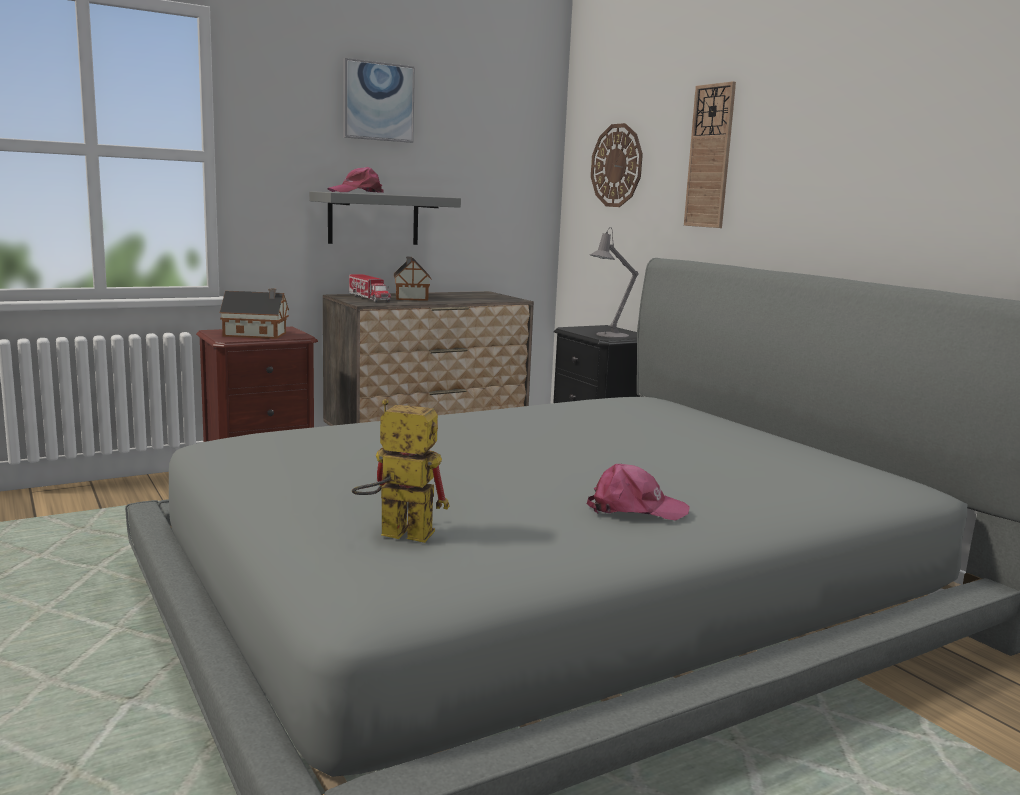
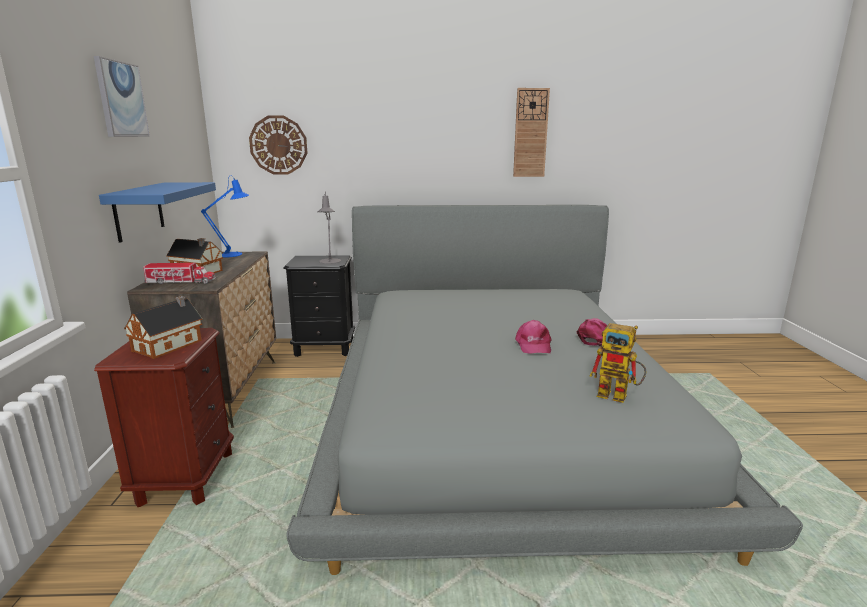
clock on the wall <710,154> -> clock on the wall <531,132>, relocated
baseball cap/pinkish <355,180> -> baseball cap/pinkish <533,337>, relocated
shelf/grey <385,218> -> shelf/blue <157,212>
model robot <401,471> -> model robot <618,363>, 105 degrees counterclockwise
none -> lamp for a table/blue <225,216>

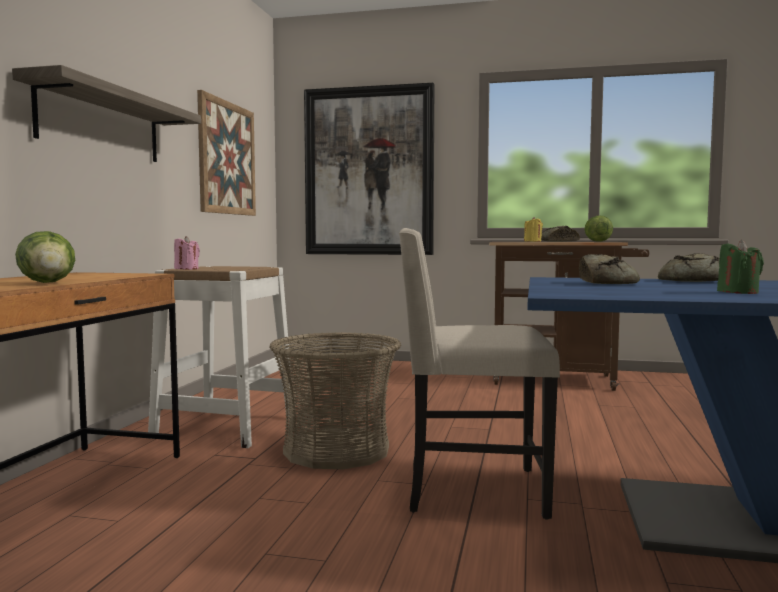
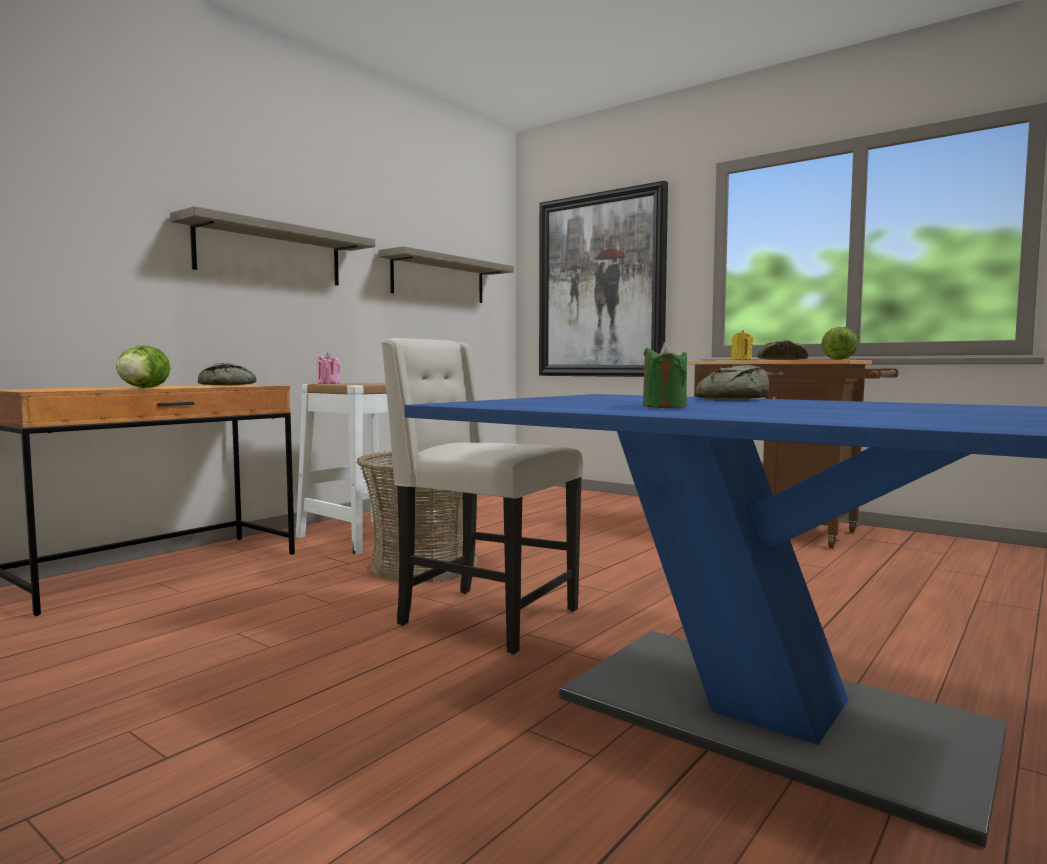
wall art <226,153> -> shelf <446,274>
bakery bread <609,269> -> bakery bread <227,374>, relocated

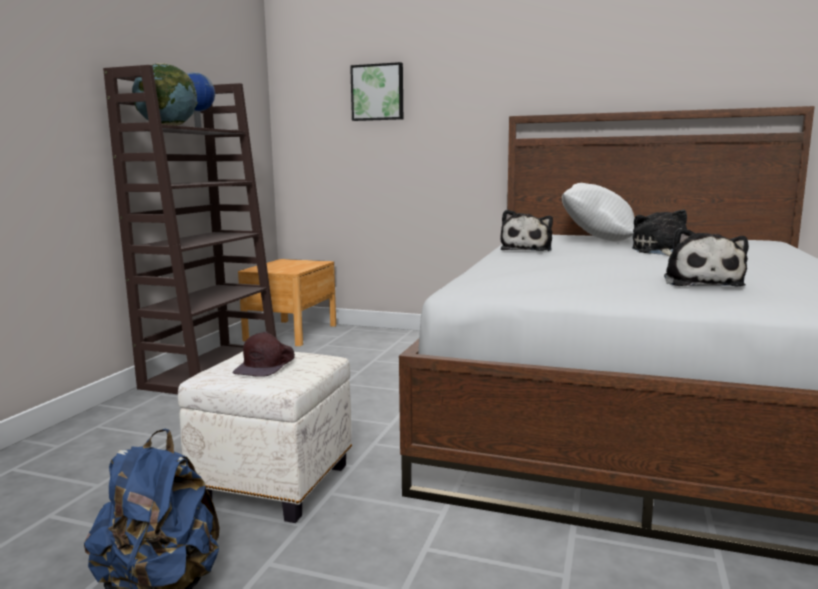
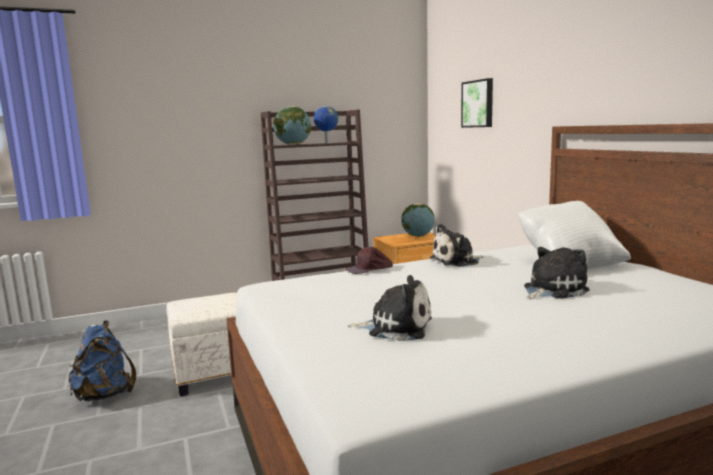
cuddly toy <706,257> -> cuddly toy <390,308>, 135 degrees counterclockwise
baseball cap/brownish <264,354> -> baseball cap/brownish <369,260>, relocated
none -> desk globe <418,220>

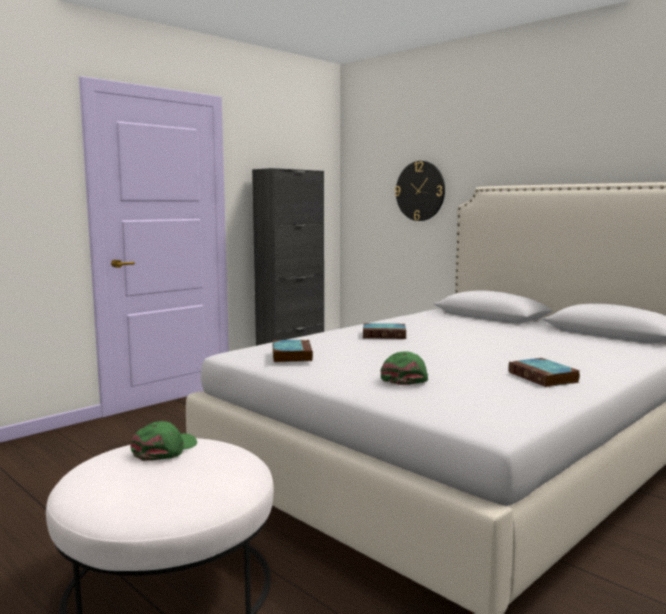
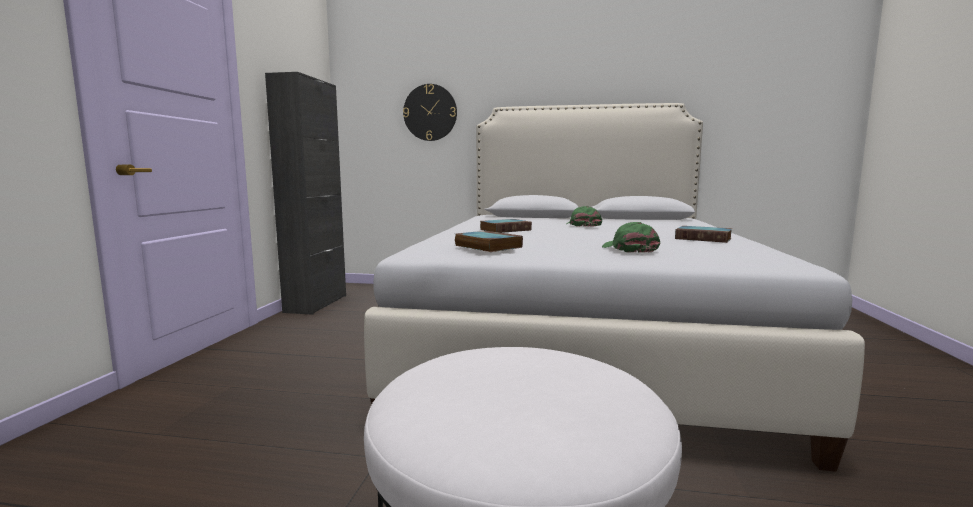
baseball cap/green <163,441> -> baseball cap/green <584,216>, relocated

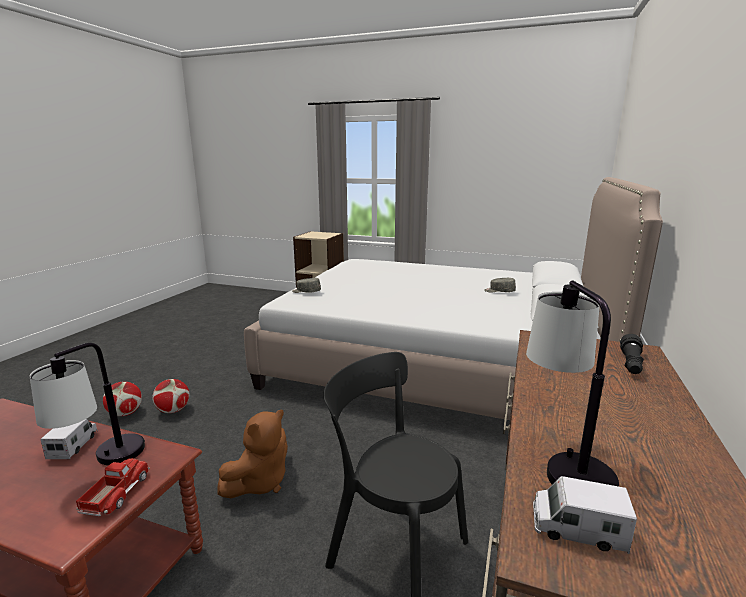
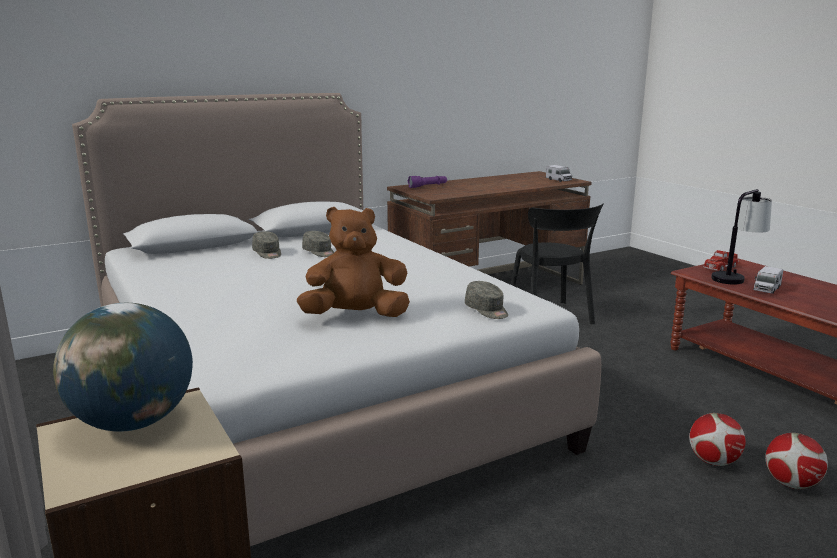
lamp for a table <572,383> -> none
flashlight/blackish <632,354> -> flashlight/purple <427,182>
cuddly toy/brownish <252,454> -> cuddly toy/brownish <353,262>, relocated
none -> baseball cap/grey <318,244>
none -> desk globe <123,367>

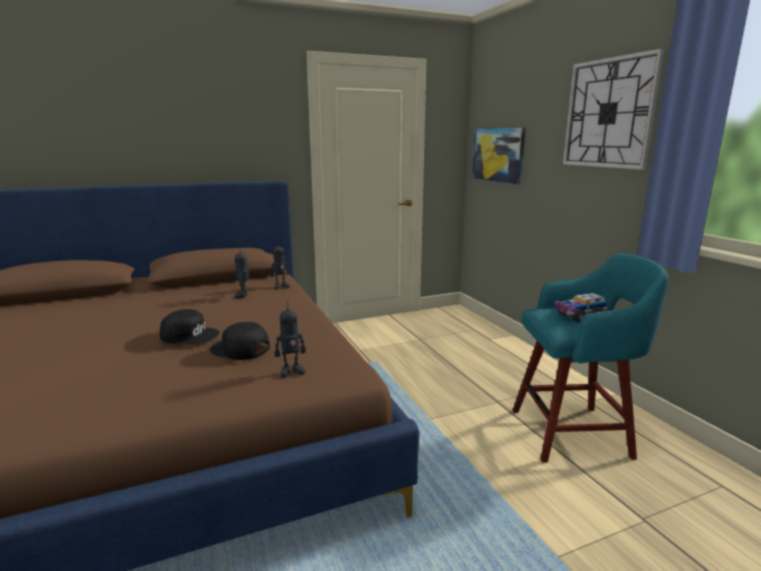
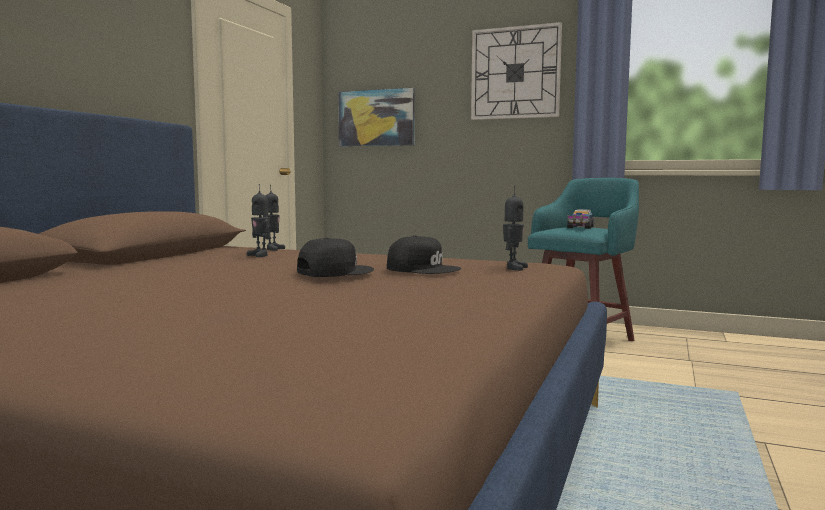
baseball cap/blackish <240,341> -> baseball cap/blackish <424,254>, 135 degrees counterclockwise

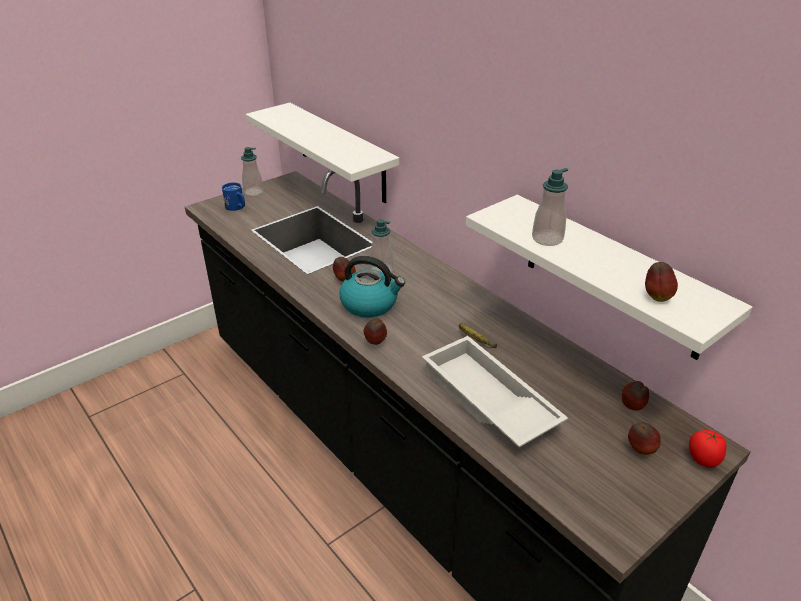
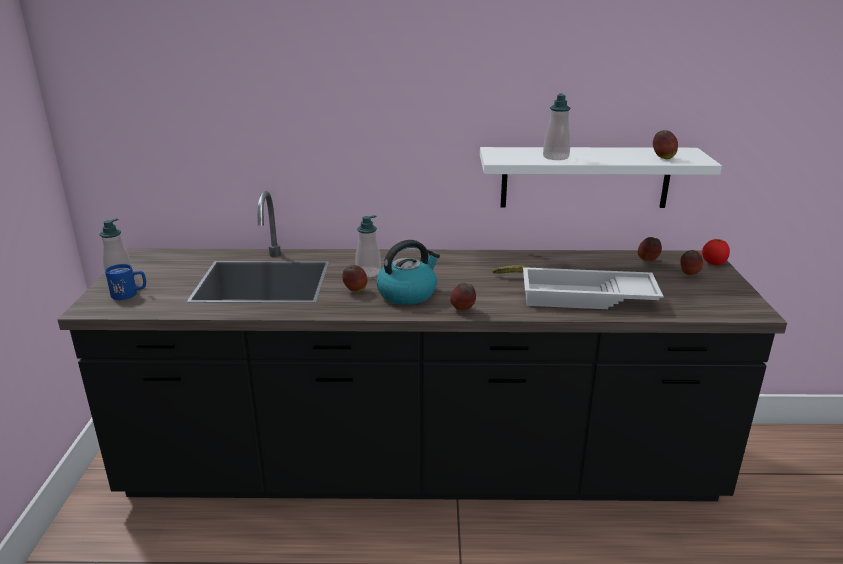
shelf/whitish <322,153> -> none

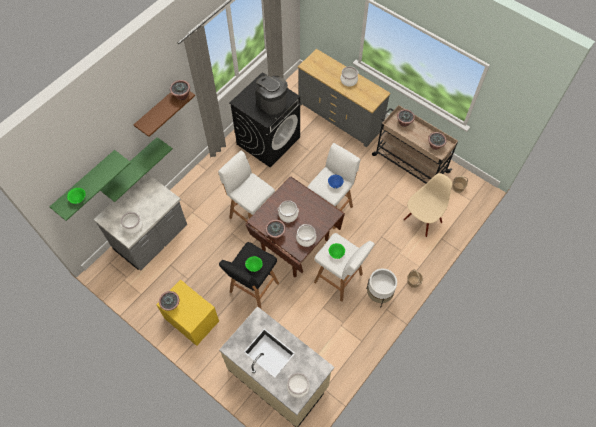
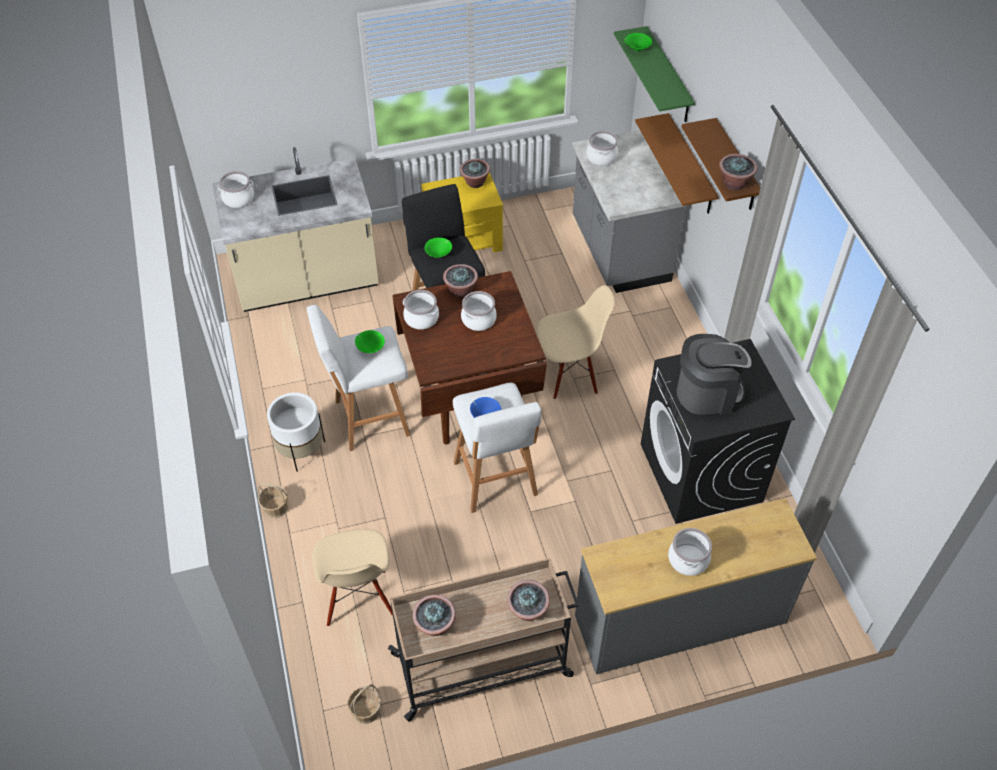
shelf/green <136,169> -> shelf/brownish <677,163>
stool/whitish <246,193> -> upright chair/beige <575,342>

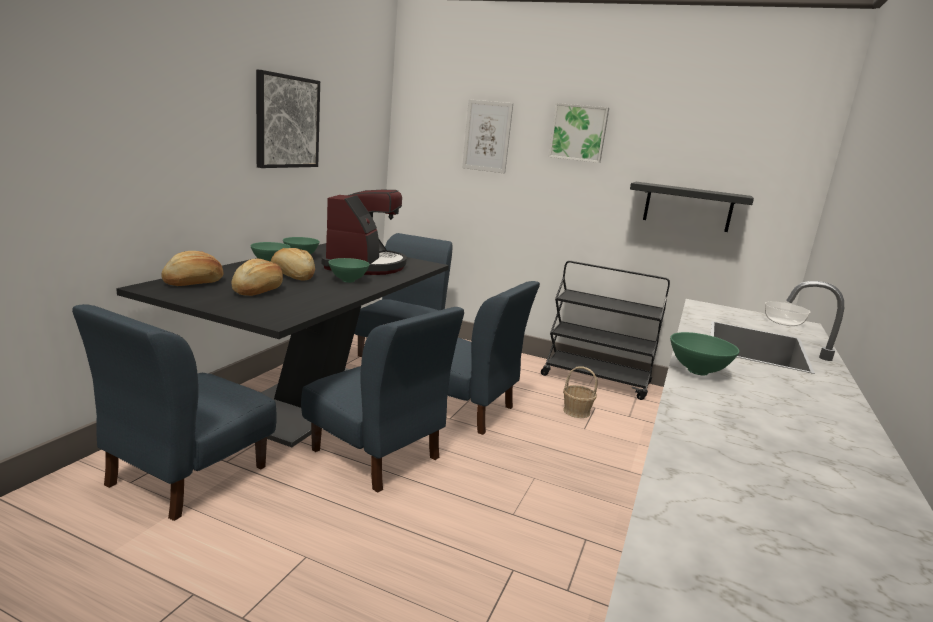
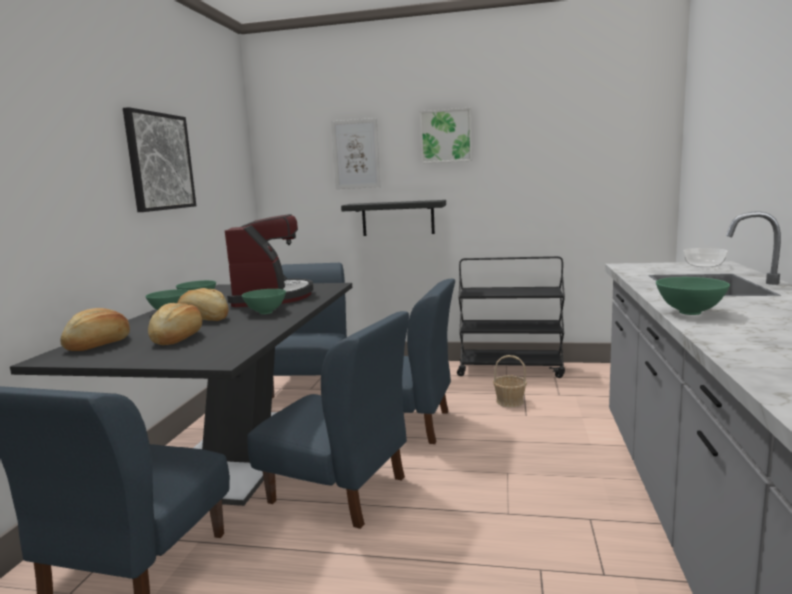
shelf/blackish <692,207> -> shelf/blackish <393,218>, relocated

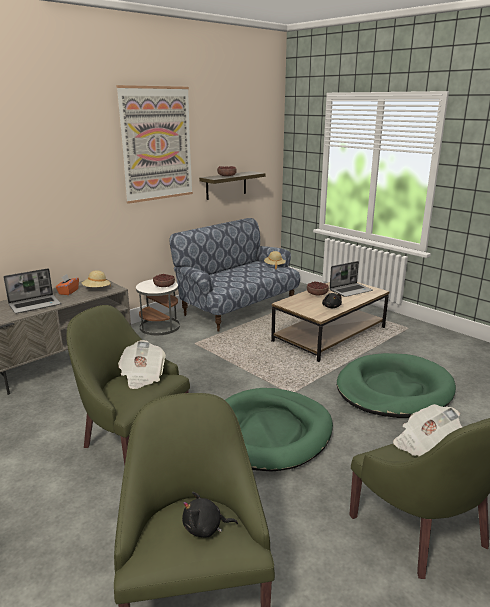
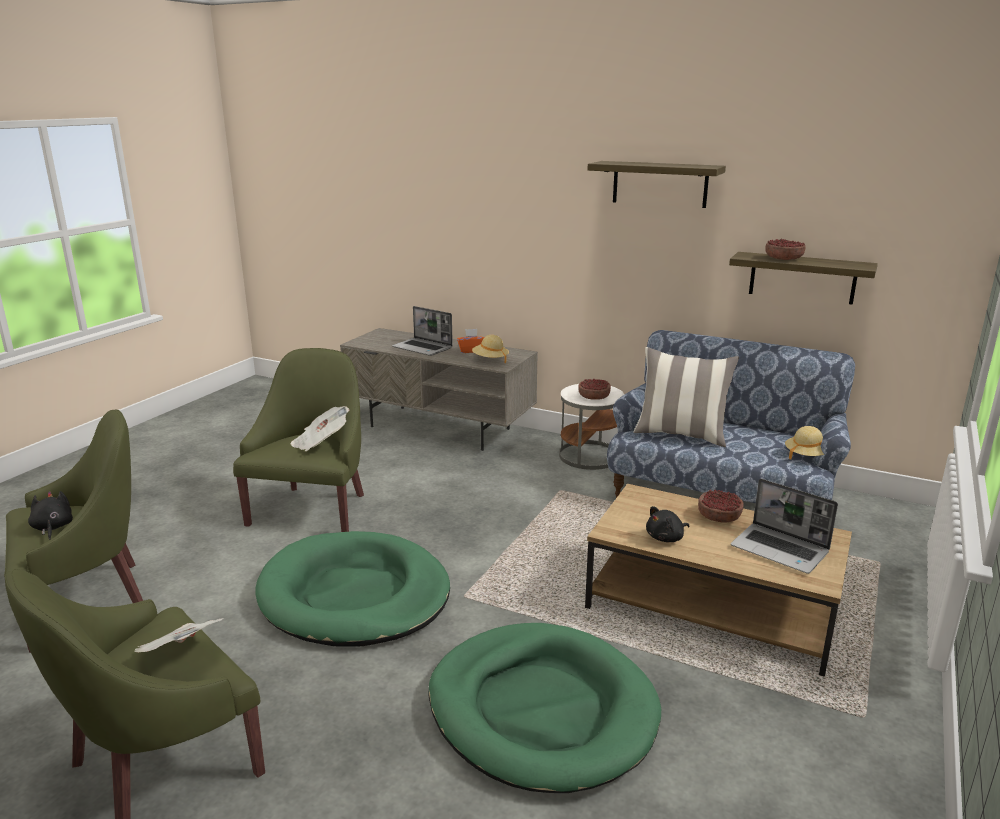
wall art <154,144> -> shelf <656,184>
none -> throw pillow <686,397>

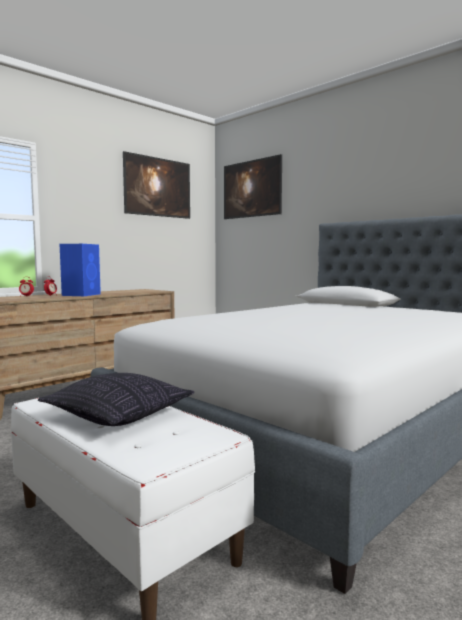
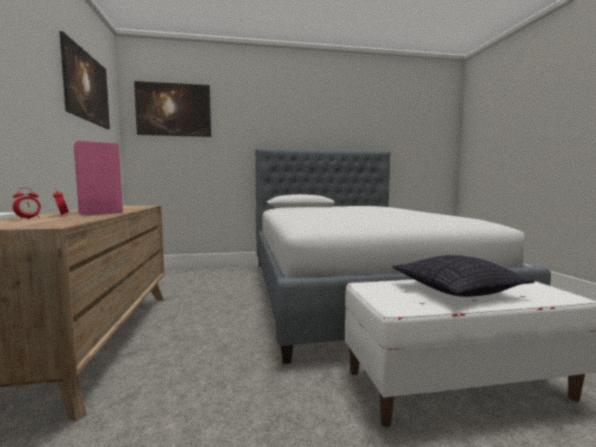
audio speaker/blue <80,270> -> audio speaker/pinkish <98,178>

